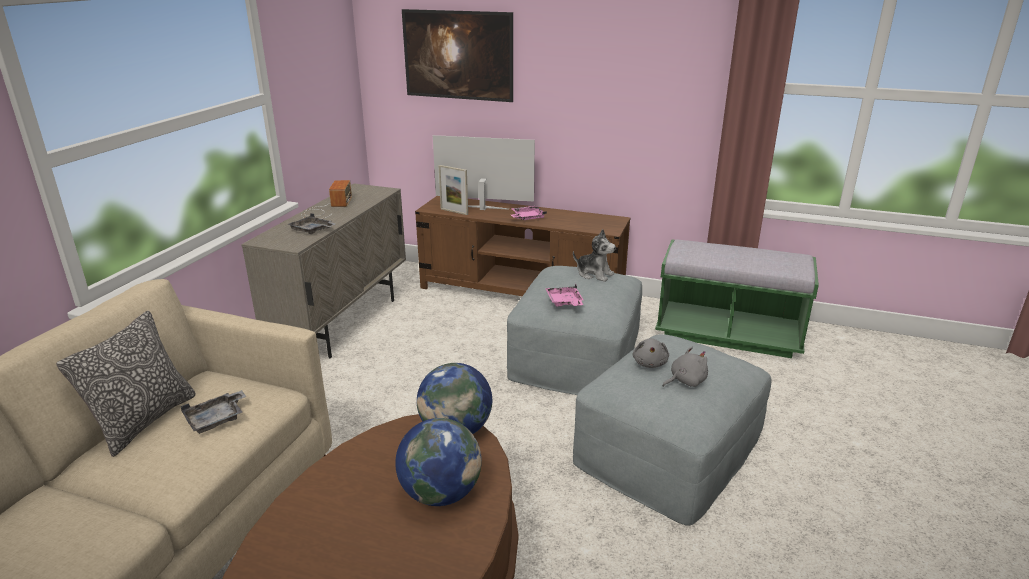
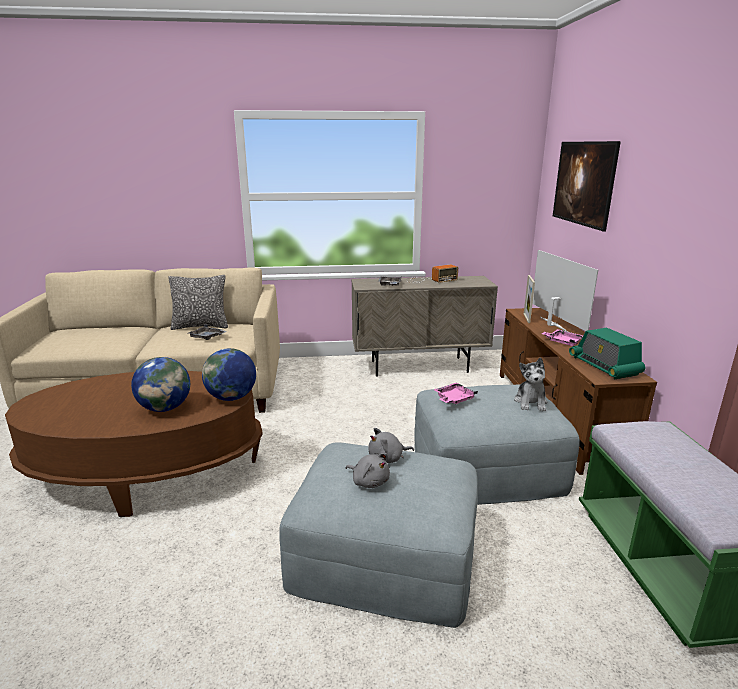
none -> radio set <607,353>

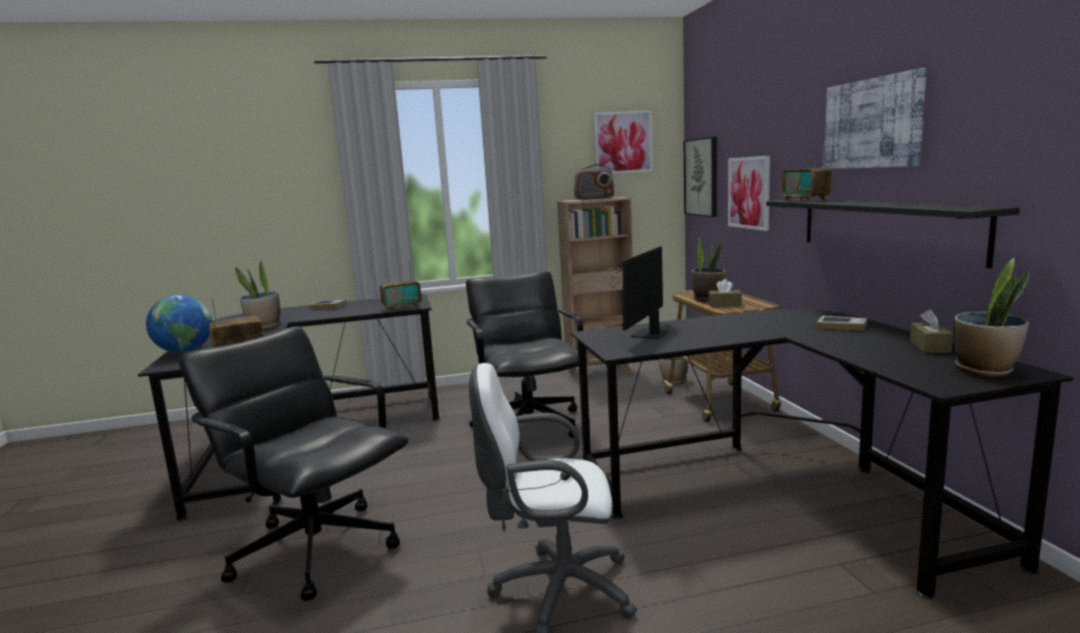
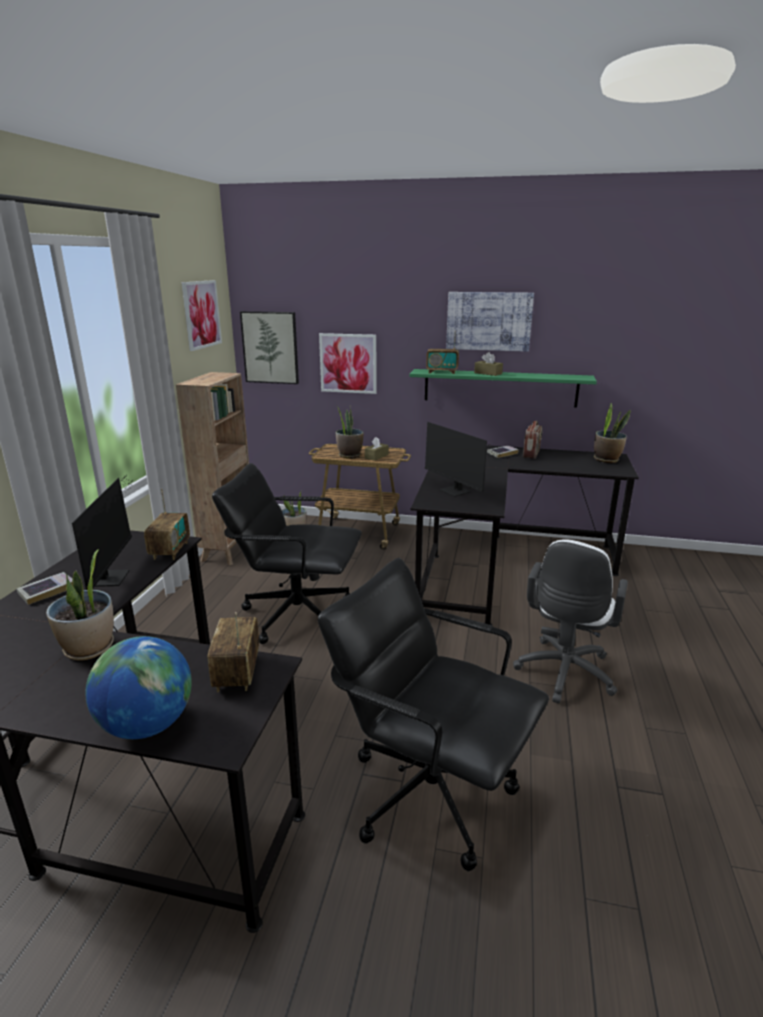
radio set <594,182> -> radio set <533,440>, relocated
shelf/blackish <893,233> -> shelf/green <503,388>
tissue holder/brownish <931,331> -> tissue holder/brownish <488,364>, relocated
office chair/blackish <293,463> -> office chair/blackish <433,715>, 60 degrees clockwise
none -> computer display <102,532>

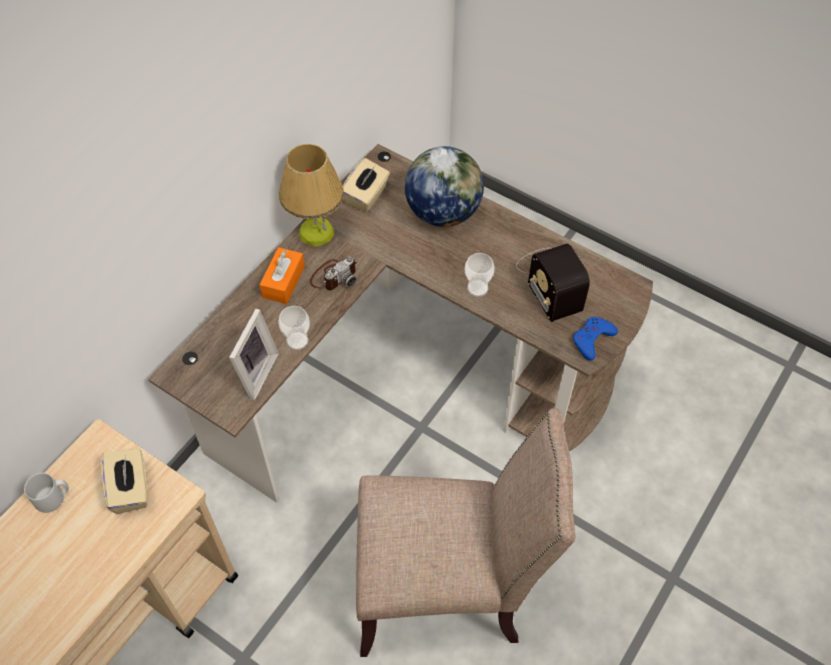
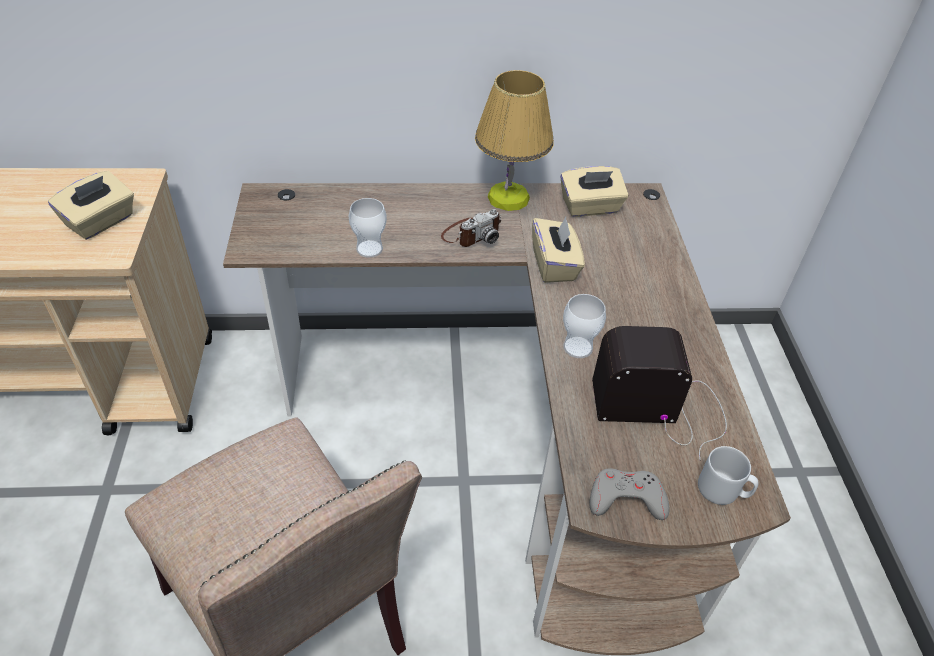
desk globe <444,186> -> none
radio set <553,282> -> radio set <659,393>, 60 degrees clockwise
tissue holder/orange <282,275> -> none
still camera <333,273> -> still camera <471,228>, 45 degrees counterclockwise
picture frame <254,355> -> none
game controller/blue <595,339> -> game controller/grey <630,494>
coffee mug/grey <46,493> -> coffee mug/grey <728,475>, relocated
none -> tissue holder/beige <558,250>

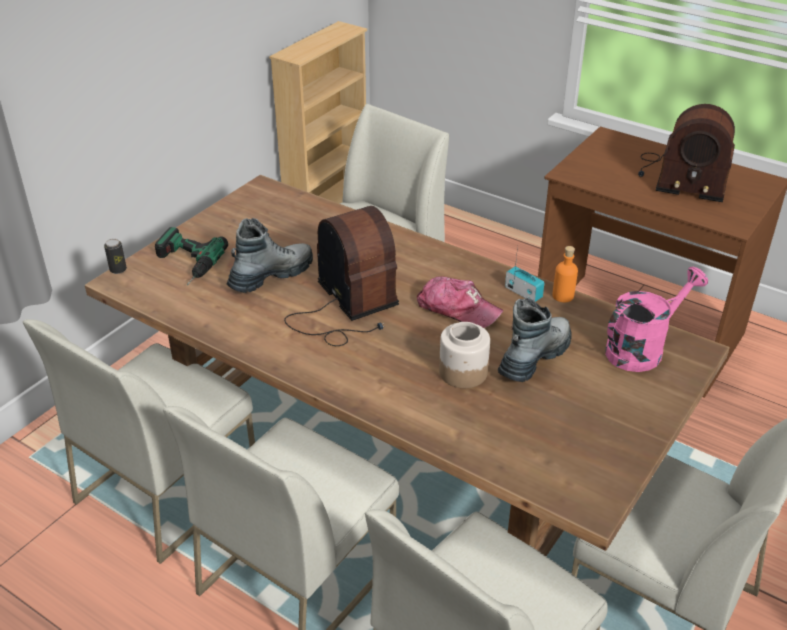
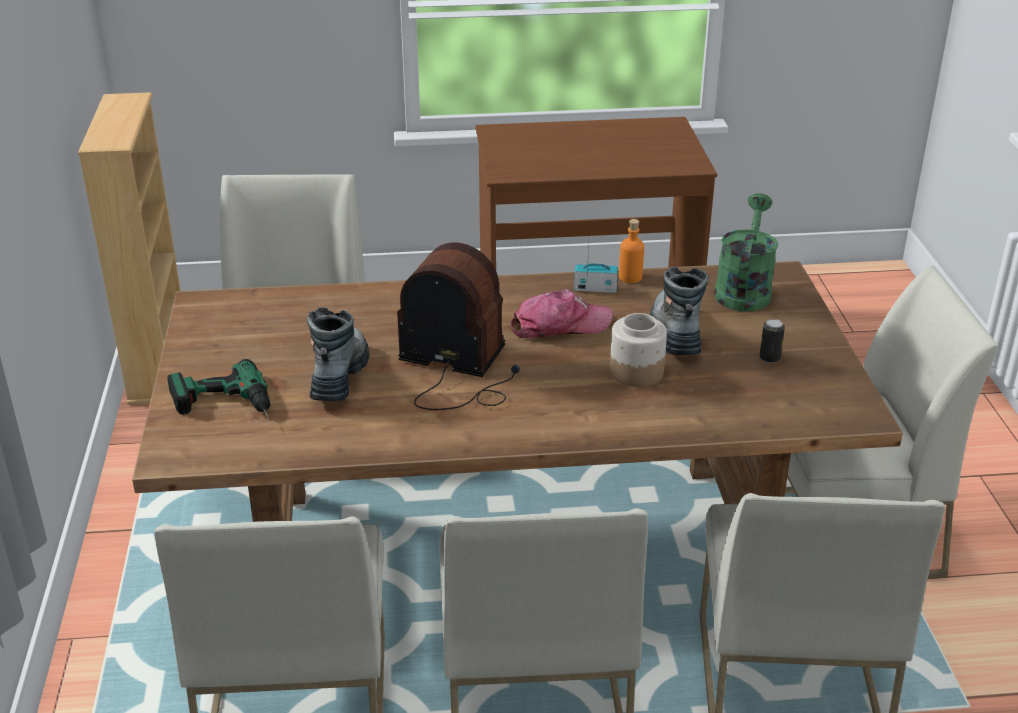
radio set <686,153> -> none
sealed can <115,256> -> sealed can <772,341>, relocated
watering can/pinkish <656,319> -> watering can/green <746,252>

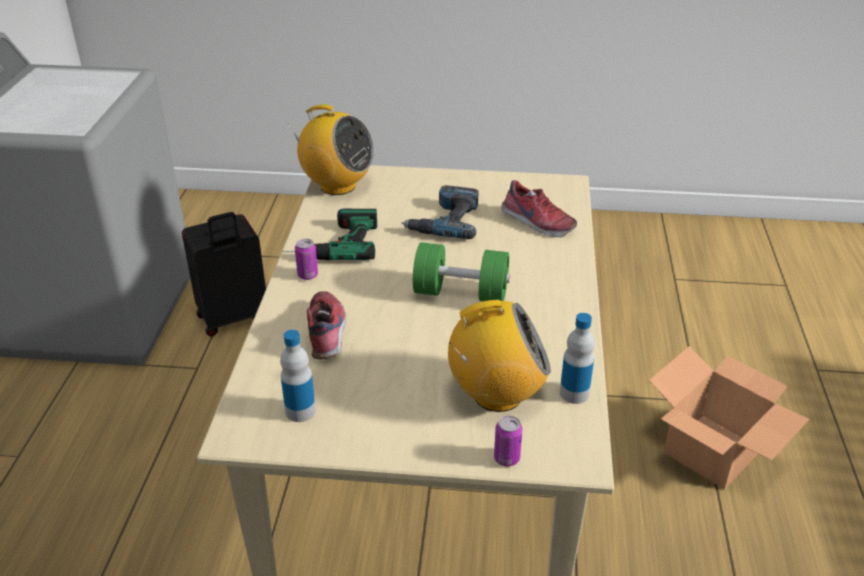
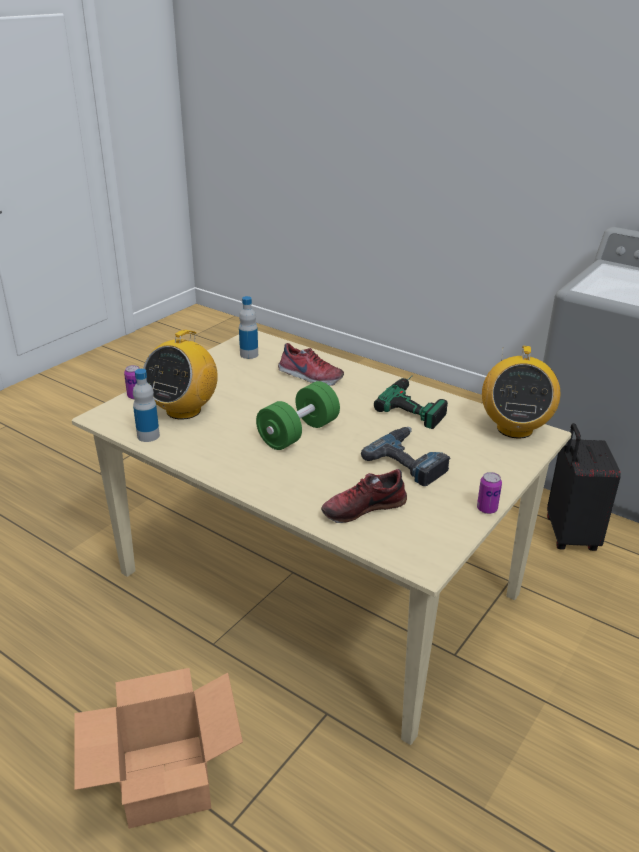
radio set <330,149> -> radio set <521,392>, 45 degrees counterclockwise
sealed can <306,259> -> sealed can <489,493>, relocated

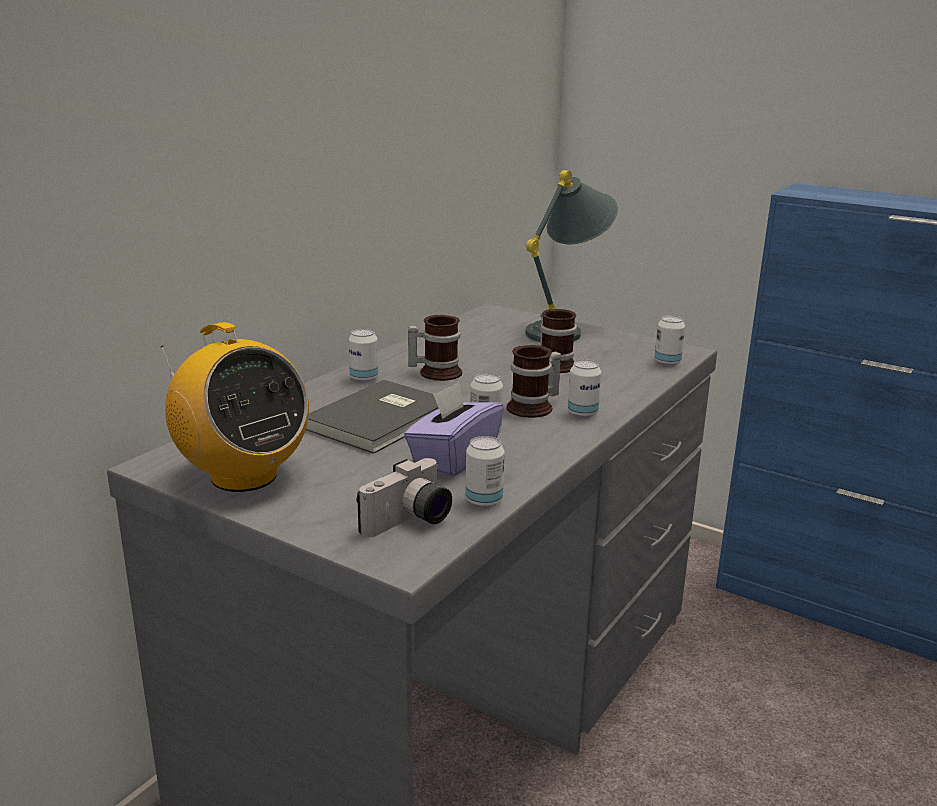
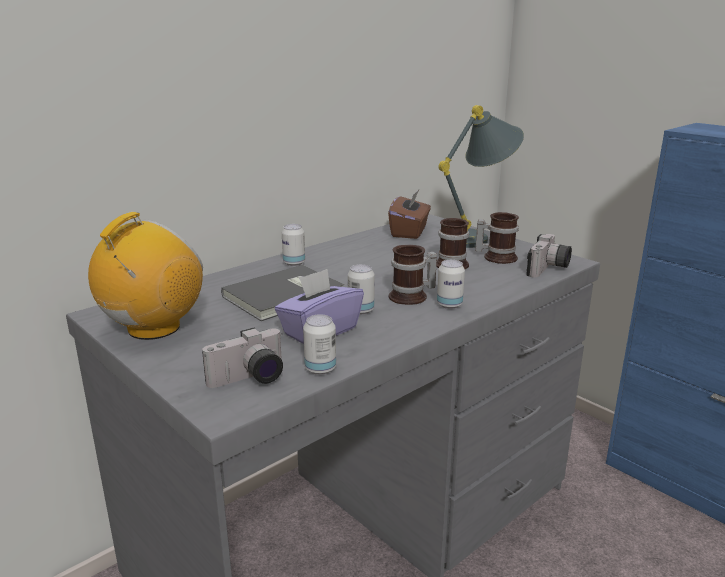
coffee mug <435,348> -> coffee mug <497,238>, relocated
sealed can <669,340> -> still camera <549,256>
radio set <234,407> -> radio set <145,276>, 120 degrees counterclockwise
none -> tissue holder/brownish <409,214>

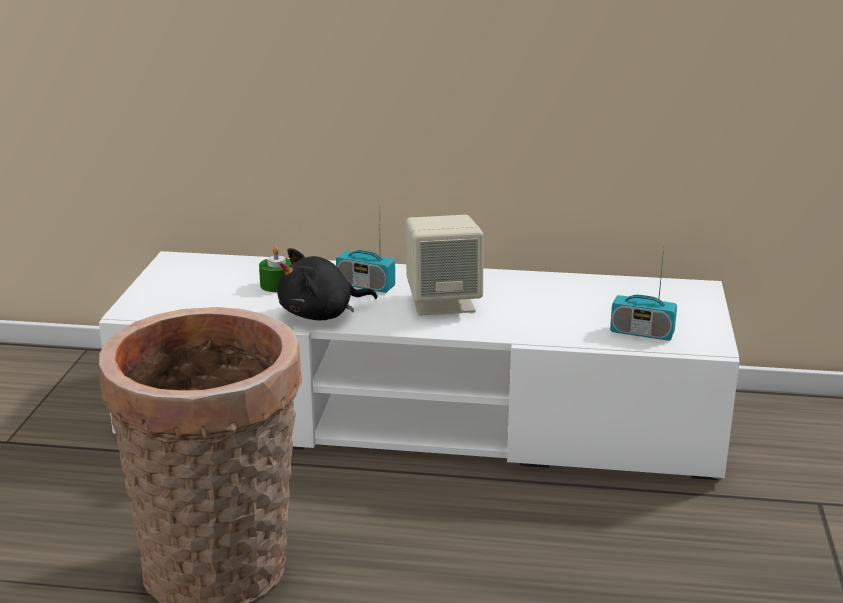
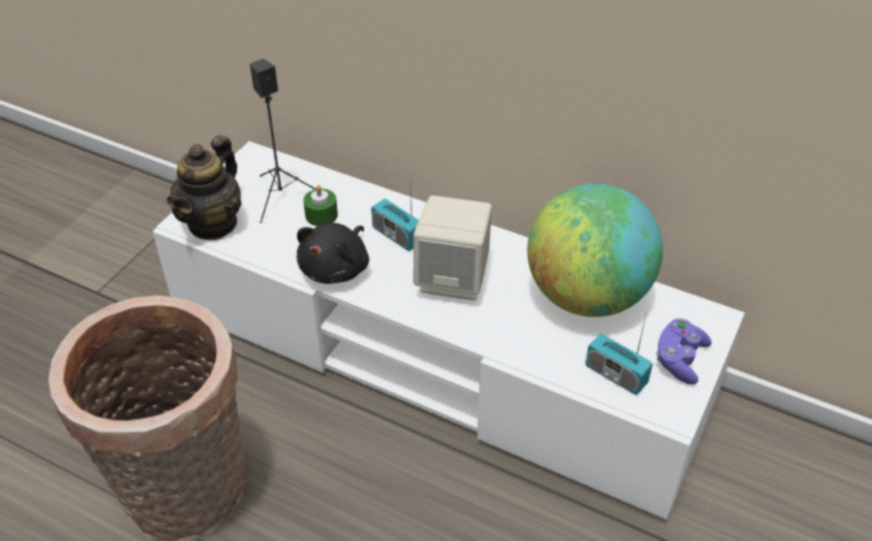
cuddly toy/blackish <327,284> -> cuddly toy/blackish <332,253>, 60 degrees counterclockwise
none -> audio speaker/blackish <283,141>
none -> teapot <204,187>
none -> desk globe <595,250>
none -> game controller/purple <684,351>

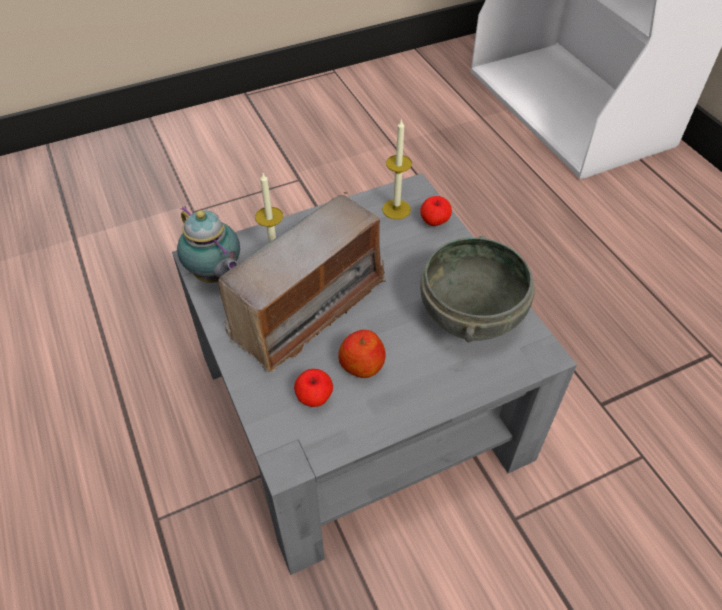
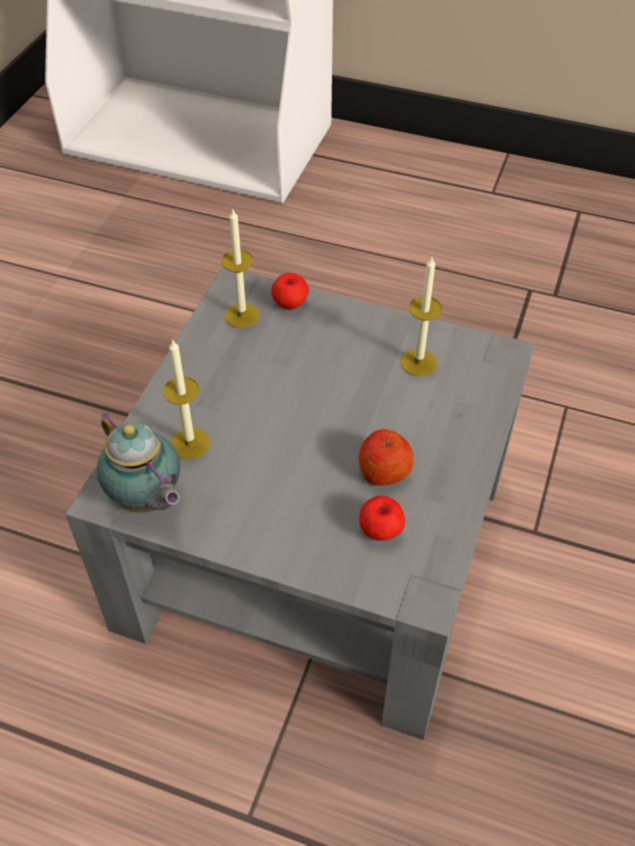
radio set <302,282> -> none
teapot <208,244> -> teapot <138,462>, 45 degrees clockwise
deep dish/grey <477,289> -> wax candle <421,316>

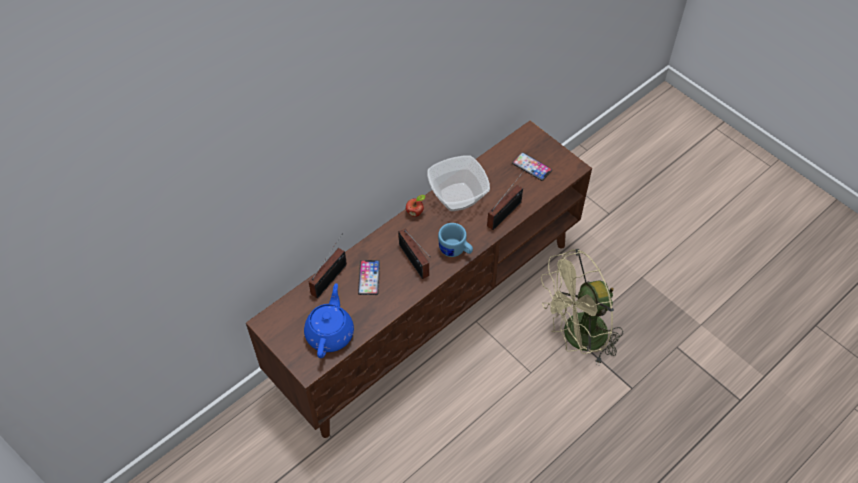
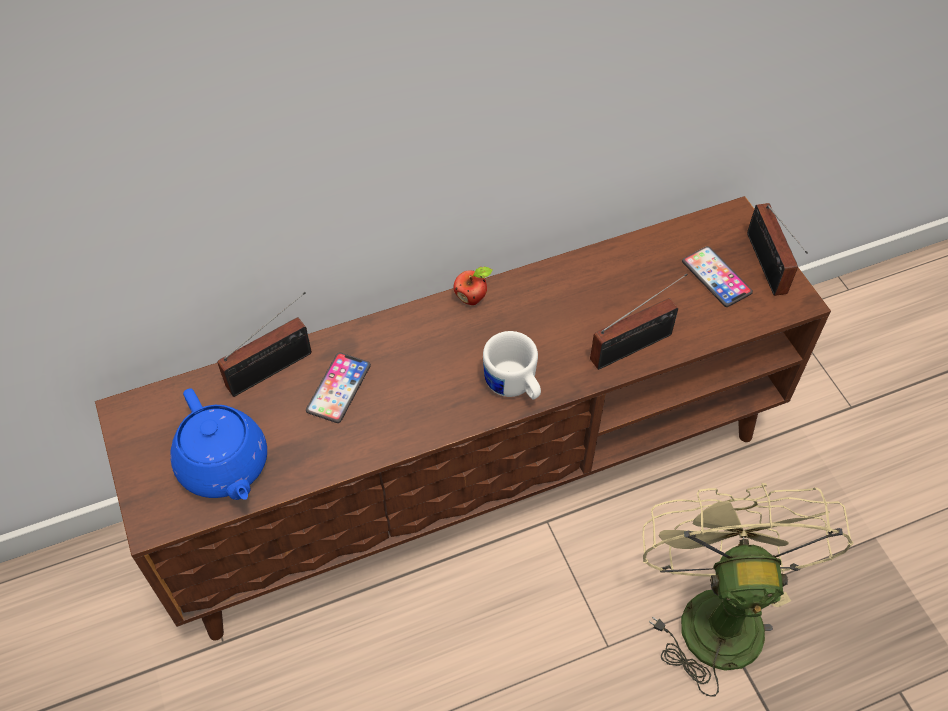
deep dish <458,183> -> none
coffee mug/blue <455,240> -> coffee mug/whitish <512,365>
radio set <414,253> -> radio set <777,249>, relocated
fan/beige <582,306> -> fan/beige <748,590>, 90 degrees clockwise
teapot/blue <329,320> -> teapot/blue <218,444>, 120 degrees clockwise

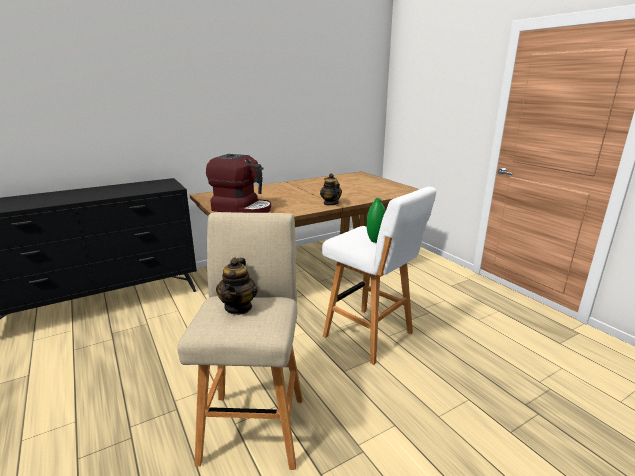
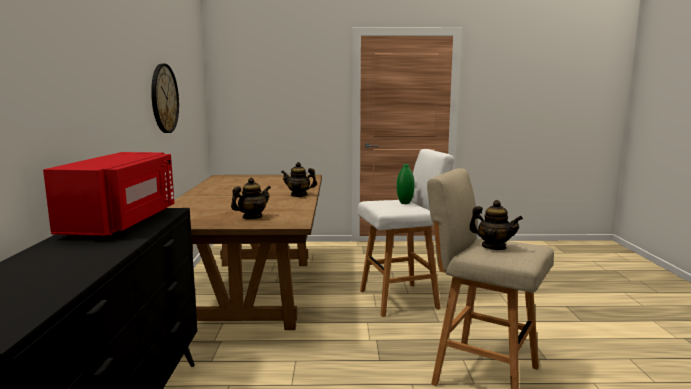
coffee machine <238,183> -> teapot <251,198>
none -> clock on the wall <165,98>
none -> microwave oven/reddish <108,194>

